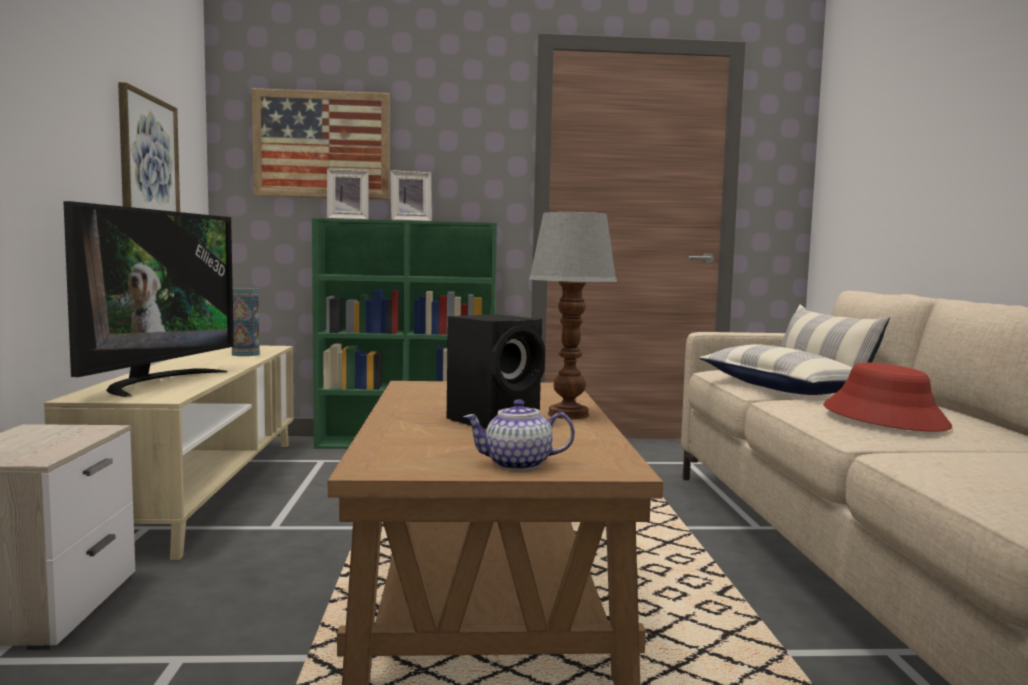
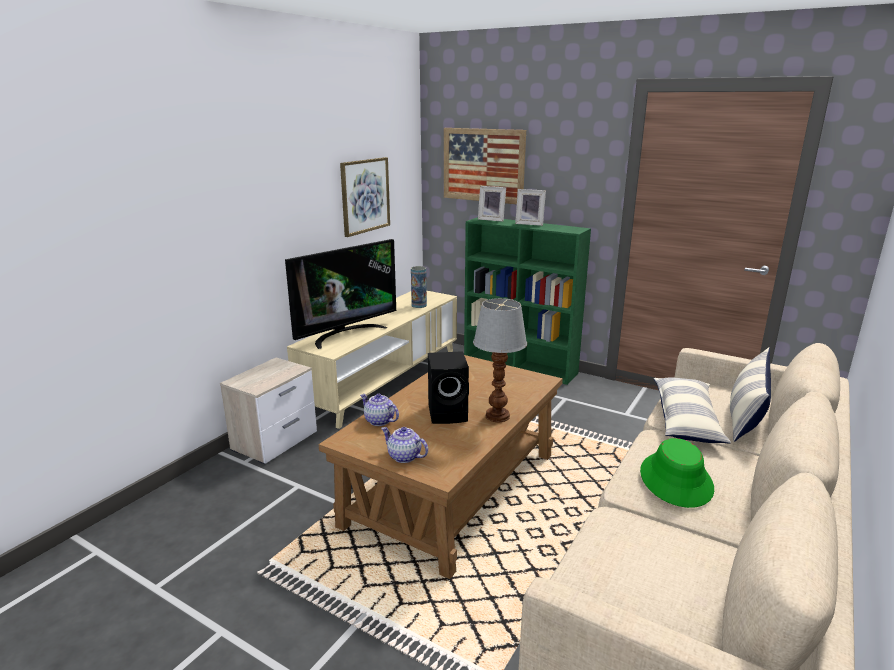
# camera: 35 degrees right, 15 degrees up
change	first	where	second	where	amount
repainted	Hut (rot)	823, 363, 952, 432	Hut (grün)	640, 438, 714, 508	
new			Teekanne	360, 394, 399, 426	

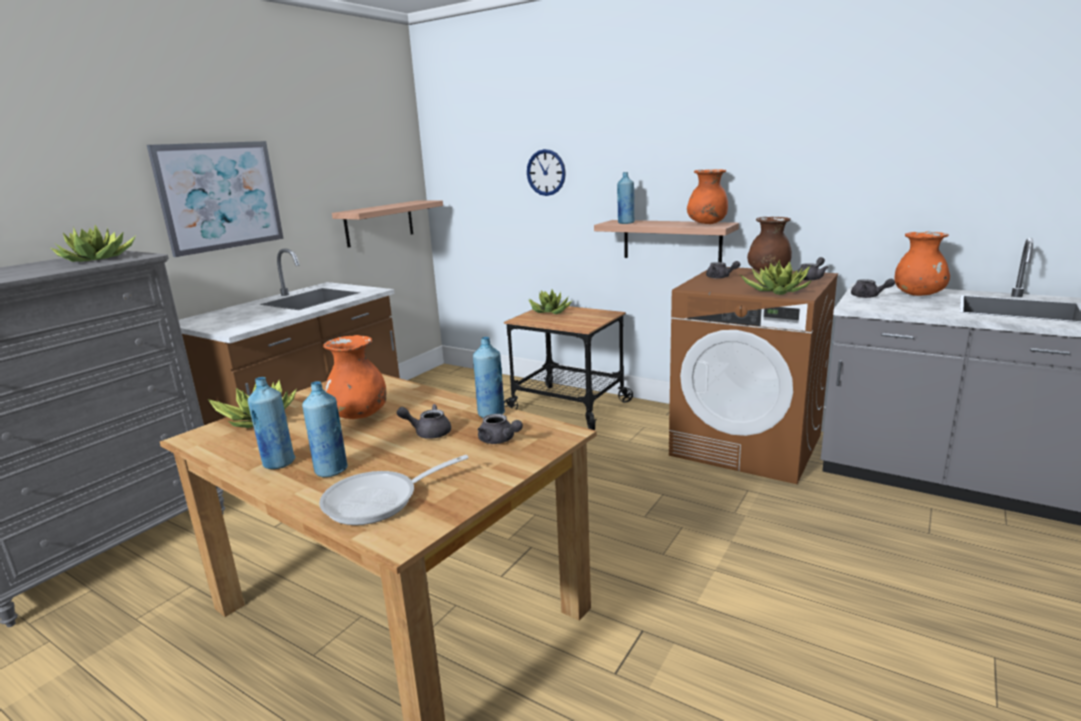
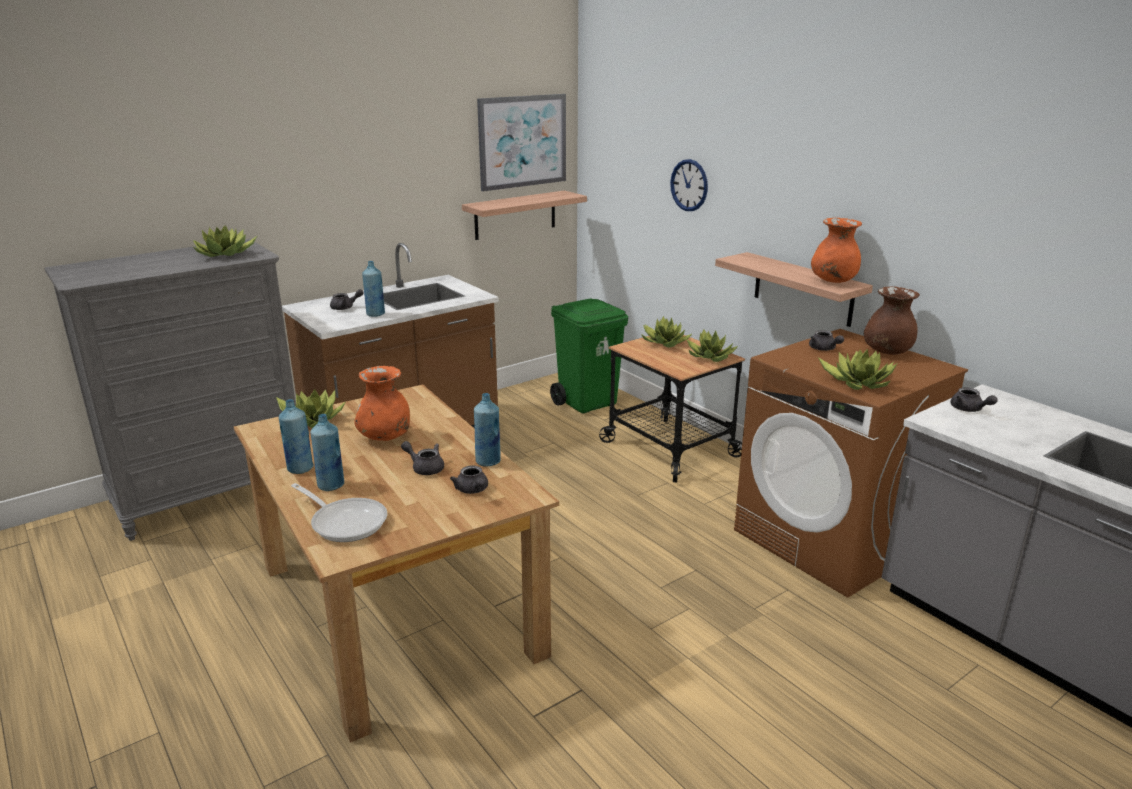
# camera: 20 degrees right, 5 degrees up
change	first	where	second	where	amount
shifted	Bild	147, 141, 284, 257		477, 94, 566, 191	
shifted	Flasche (blau)	617, 172, 635, 224		362, 261, 385, 317	
gone	Vase (orange)	894, 232, 950, 296			
shifted	Teekanne (grau)	798, 257, 828, 281		330, 289, 364, 310	
rotated	Pfanne	319, 455, 469, 525		291, 483, 387, 542	135 degrees counterclockwise
new			Mülleimer (grün)	550, 298, 628, 413	
new			Topfpflanze	687, 329, 738, 362	

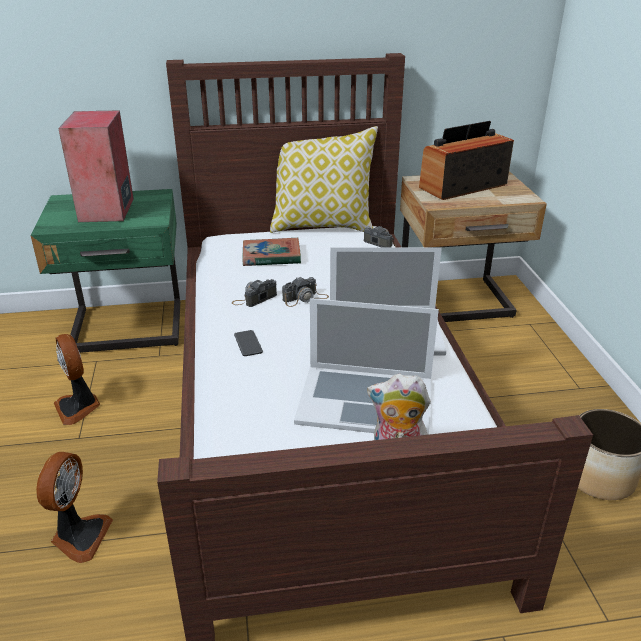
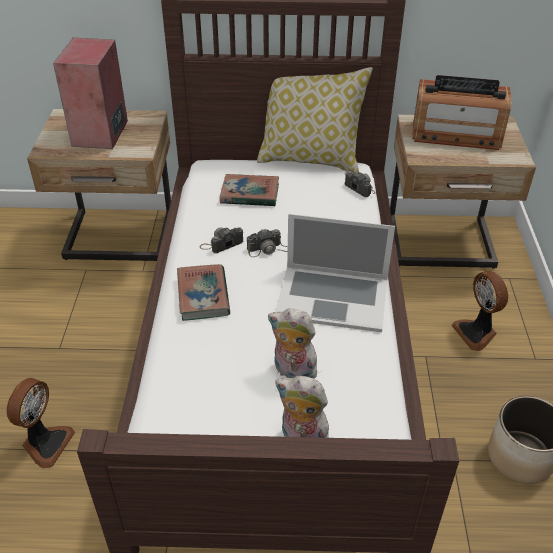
# camera: 10 degrees right, 10 degrees up
change	first	where	second	where	amount
rotated	Radio	419, 121, 514, 200		412, 75, 512, 150	150 degrees counterclockwise
repainted	Nachttisch (grün)	30, 189, 180, 353	Nachttisch (beige)	27, 109, 171, 261	
swapped	Laptop	294, 298, 439, 435	Plüschtier	268, 308, 317, 379	
swapped	Handy	234, 330, 263, 356	Buch	177, 264, 230, 321	
shifted	Ventilator	54, 334, 100, 425		451, 271, 508, 351	

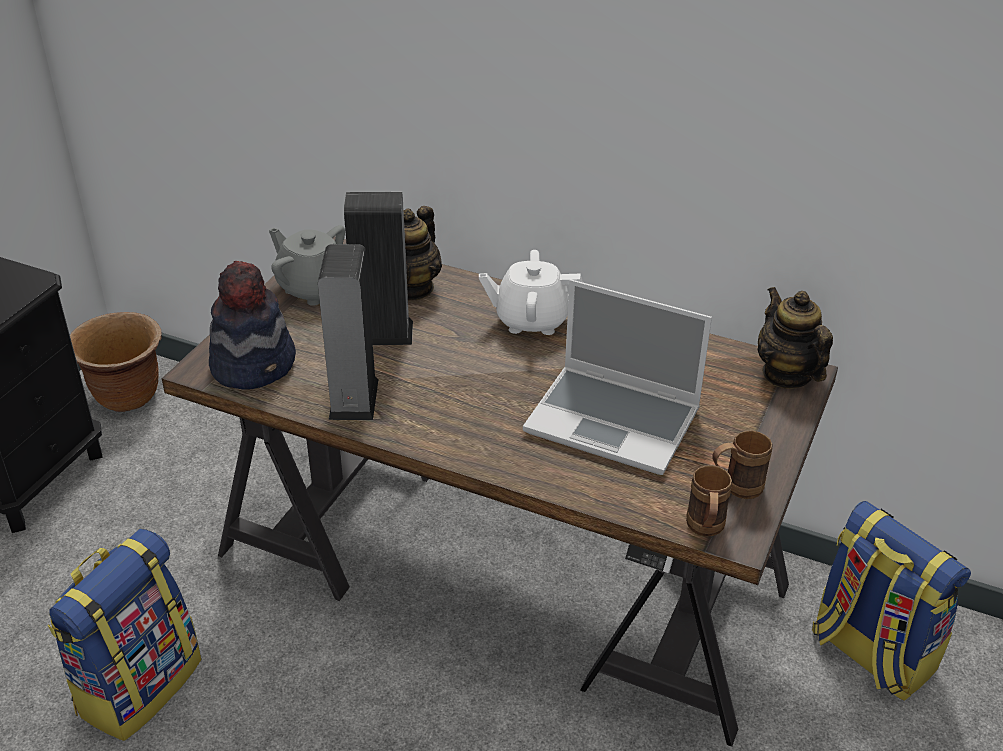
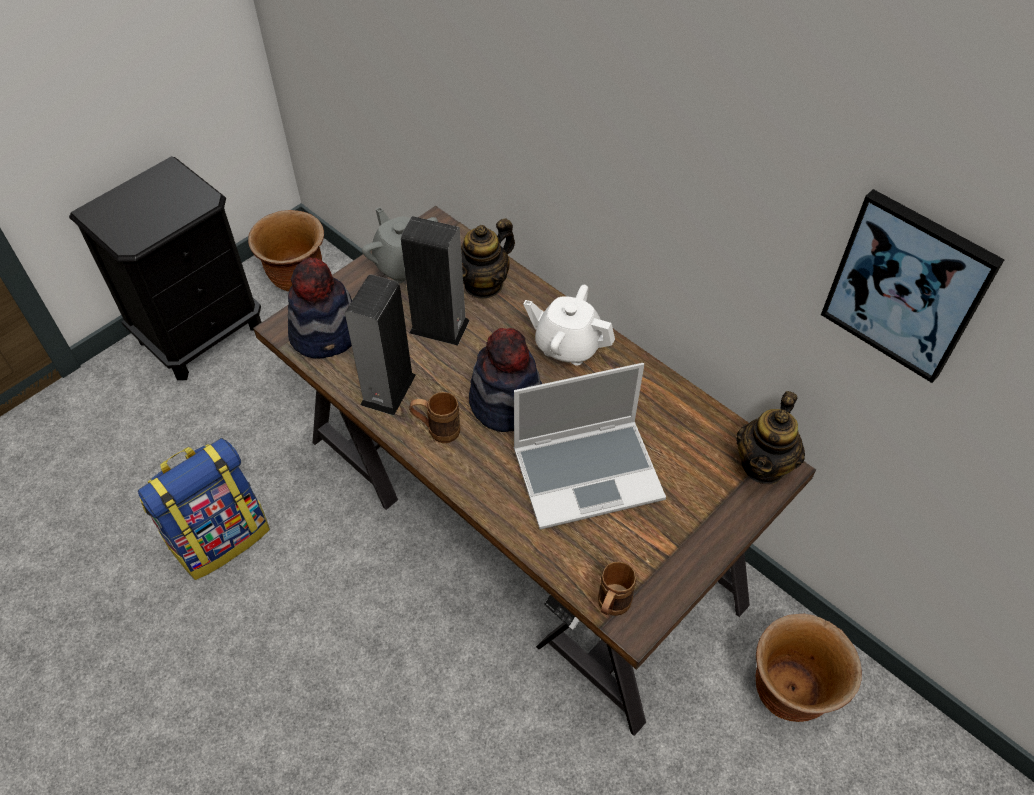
# camera: 20 degrees right, 15 degrees up
change	first	where	second	where	amount
rotated	Laptop	523, 279, 712, 475		514, 363, 666, 530	60 degrees counterclockwise
rotated	Teekanne	758, 287, 833, 389		736, 391, 805, 485	150 degrees counterclockwise
shifted	Henkelbecher (braun)	712, 430, 773, 499		409, 392, 460, 443	
swapped	Rucksack	812, 501, 971, 701	Pflanzkübel (braun)	756, 614, 862, 722	
new			Bild	821, 189, 1005, 383	
new			Hut	469, 328, 542, 432	

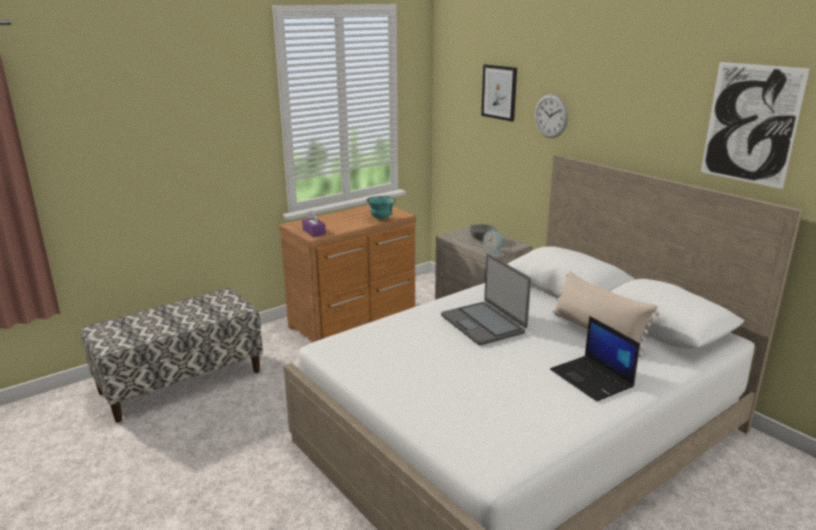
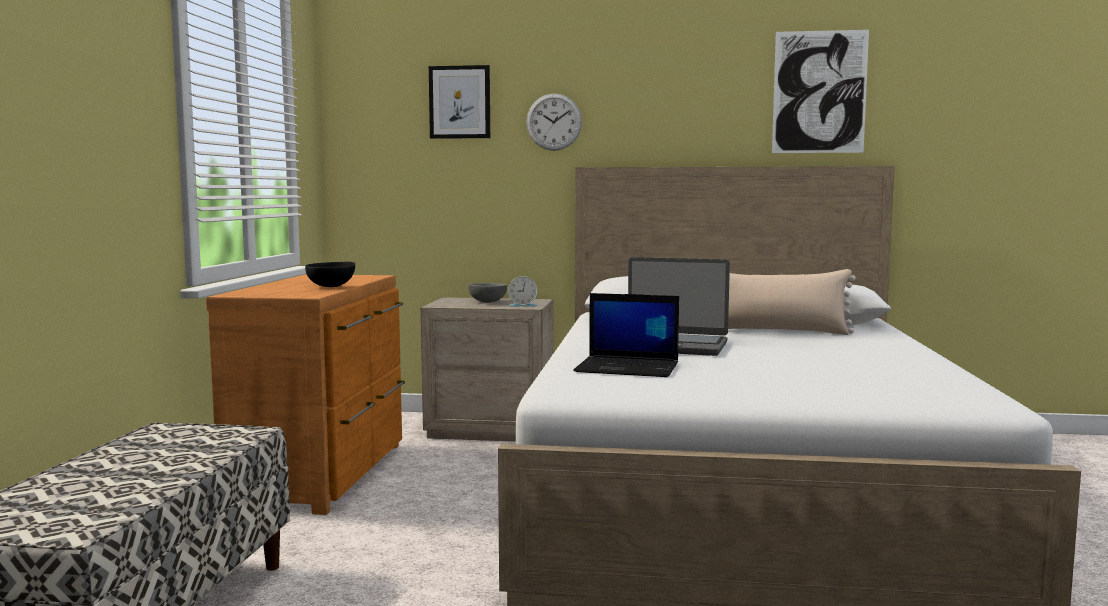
# camera: 45 degrees left, 15 degrees down
change	first	where	second	where	amount
gone	Schüssel (türkis)	367, 196, 396, 220			
gone	Taschentuchbox (lila)	302, 211, 326, 237			
shifted	Laptop	550, 316, 640, 401		574, 293, 679, 377	
new			Schüssel (schwarz)	305, 262, 355, 287	

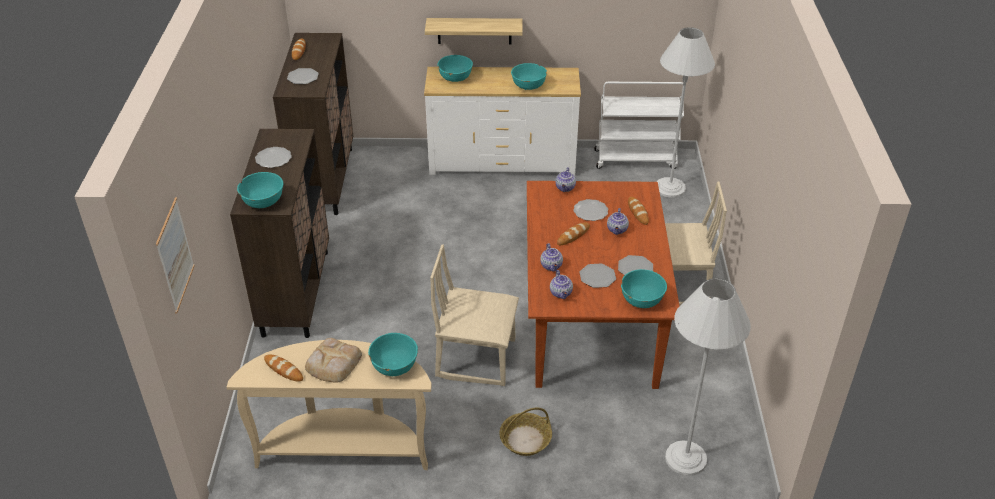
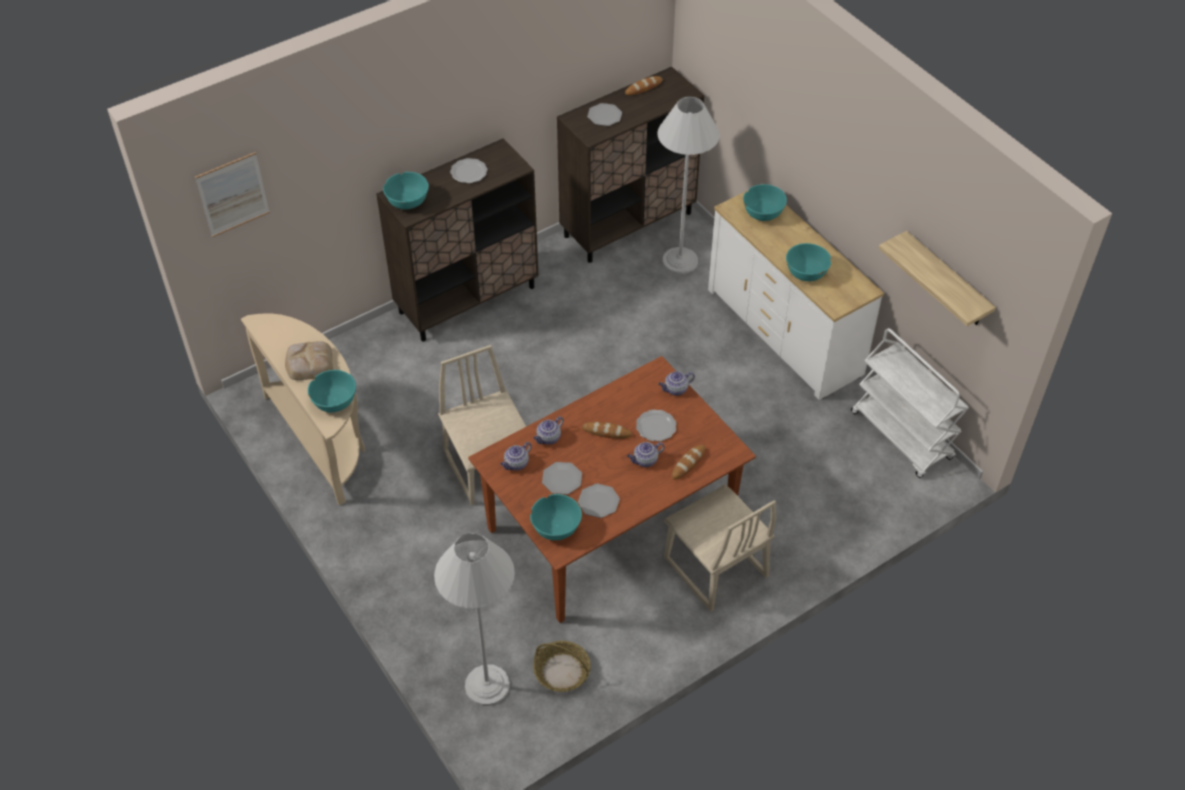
# camera: 55 degrees right, 10 degrees up
change	first	where	second	where	amount
shifted	Wandregal	425, 18, 523, 45		879, 231, 996, 327	
shifted	Stehlampe (weiß)	656, 27, 715, 198		657, 96, 720, 274	
gone	Brot	264, 354, 303, 382			
shifted	Korb	499, 408, 552, 456		533, 641, 591, 692	

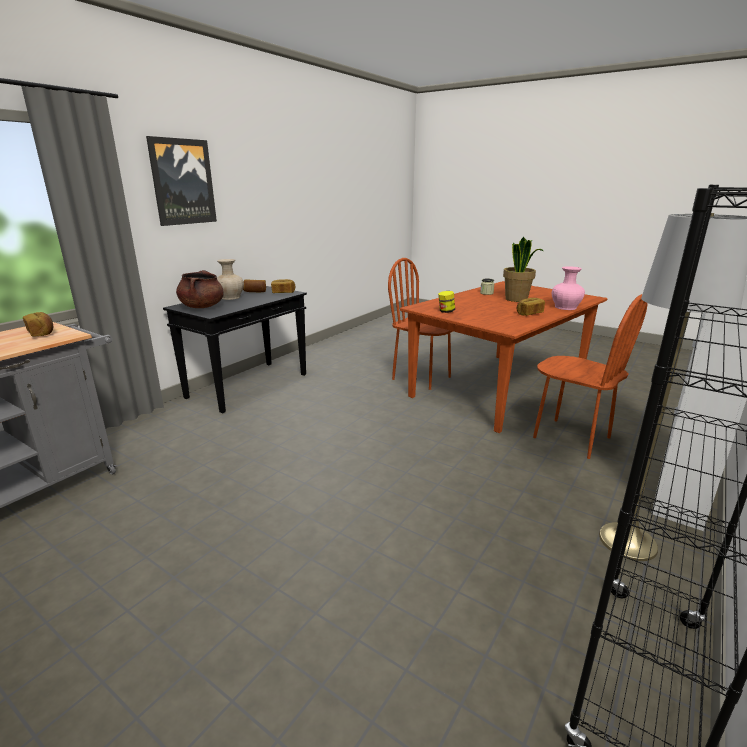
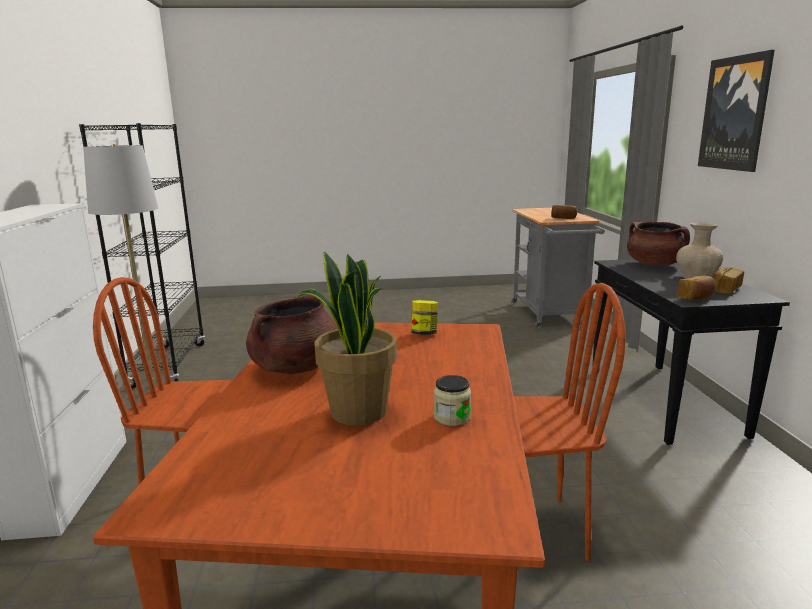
# camera: 140 degrees right, 5 degrees down
change	first	where	second	where	amount
gone	Vase (rosa)	552, 266, 585, 310			
swapped	Brot	517, 298, 545, 316	Kochtopf (braun)	246, 294, 338, 374	

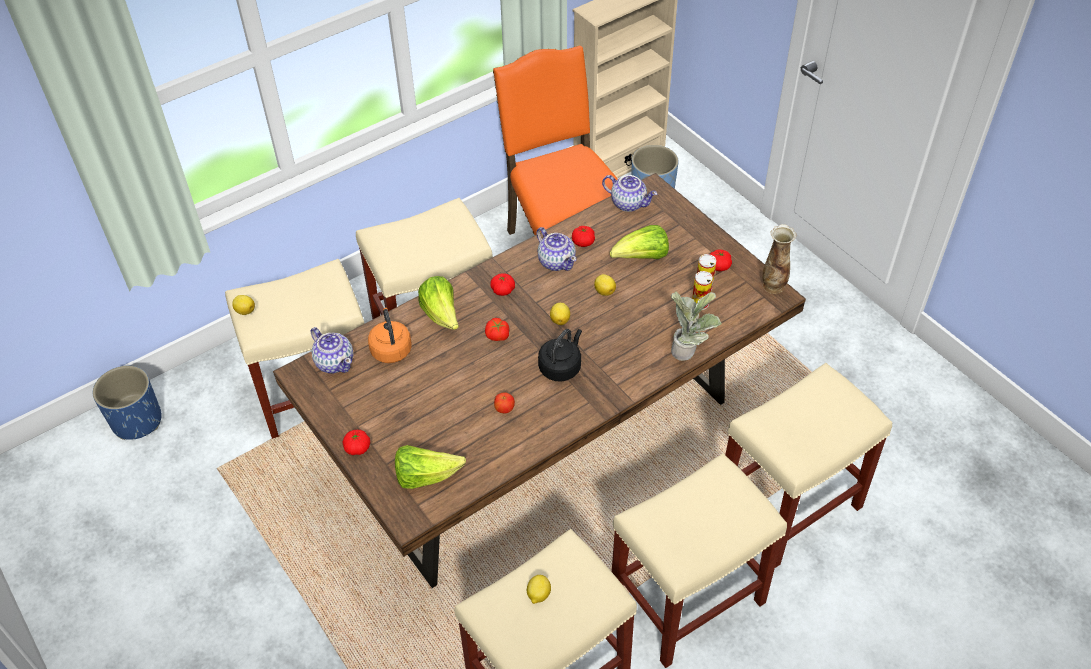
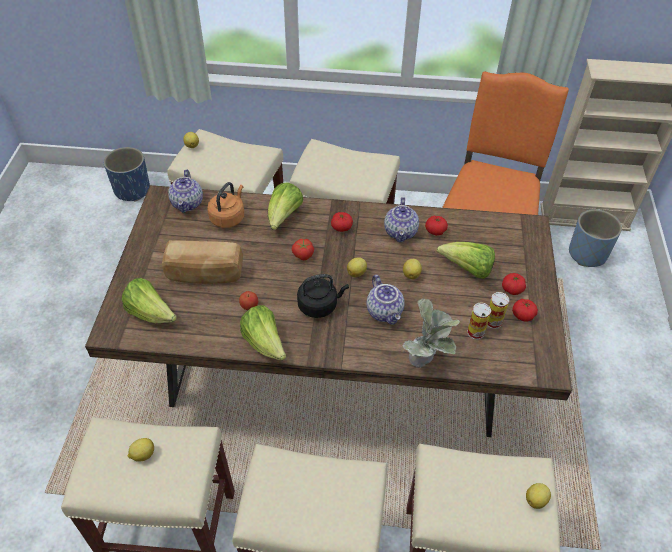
# camera: 40 degrees right, 0 degrees up
change	first	where	second	where	amount
shifted	Teekanne	602, 175, 657, 212		366, 275, 404, 325	
gone	Vase	762, 224, 797, 294			
shifted	Tomate	343, 430, 370, 455		502, 273, 526, 295	
new			Brot	162, 240, 243, 284	
new			Salatkopf	240, 305, 286, 360	
new			Zitrone	526, 483, 551, 509	

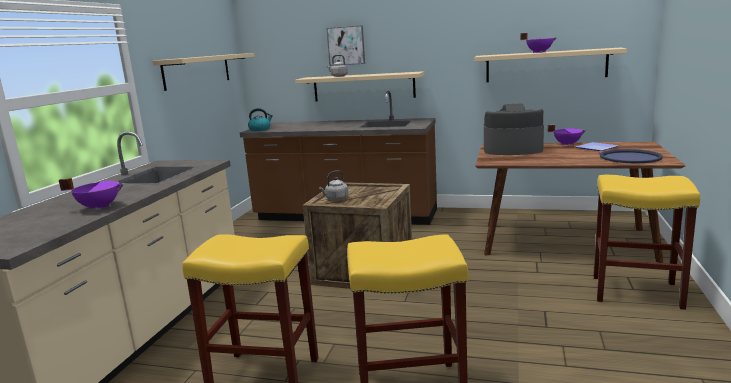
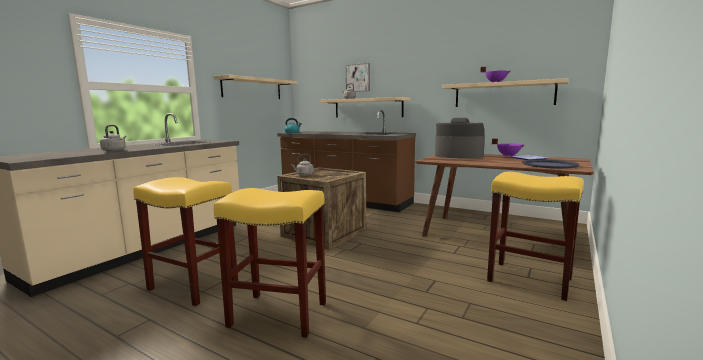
# camera: 15 degrees right, 5 degrees down
change	first	where	second	where	amount
swapped	Kochtopf (lila)	59, 178, 124, 210	Wasserkessel (grau)	100, 125, 126, 152	

